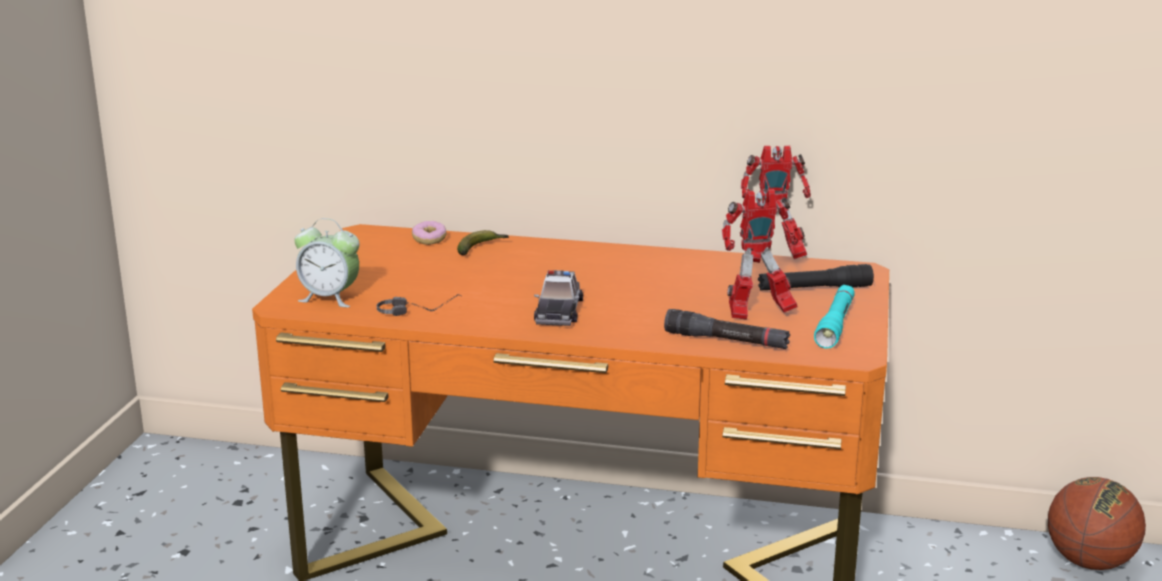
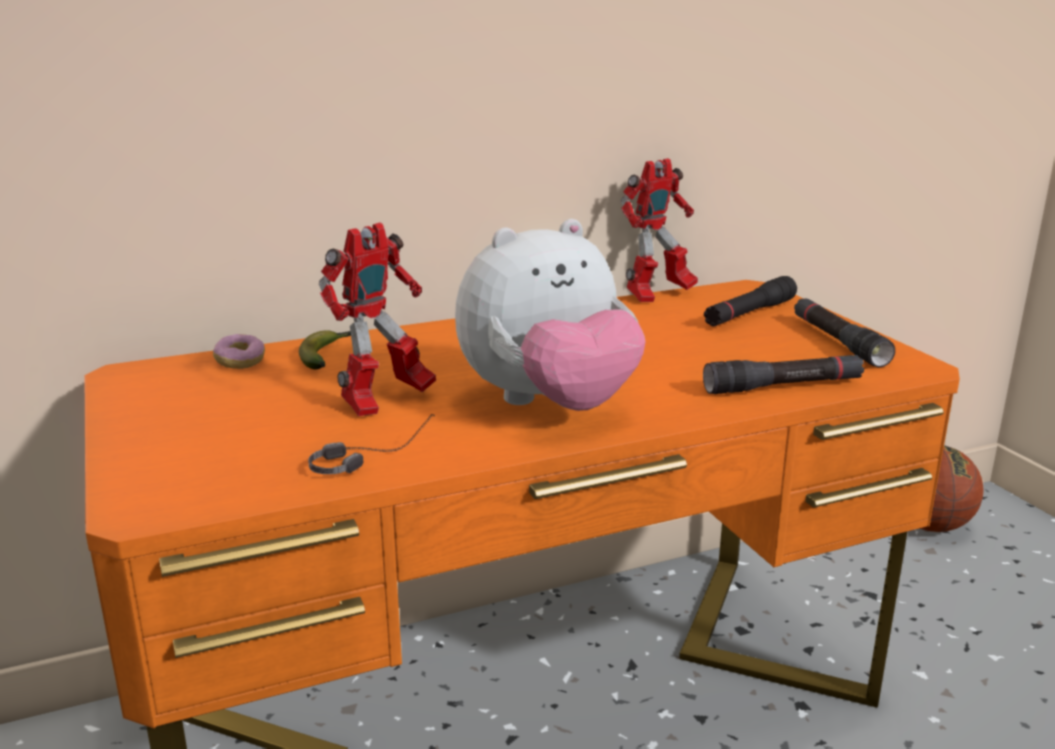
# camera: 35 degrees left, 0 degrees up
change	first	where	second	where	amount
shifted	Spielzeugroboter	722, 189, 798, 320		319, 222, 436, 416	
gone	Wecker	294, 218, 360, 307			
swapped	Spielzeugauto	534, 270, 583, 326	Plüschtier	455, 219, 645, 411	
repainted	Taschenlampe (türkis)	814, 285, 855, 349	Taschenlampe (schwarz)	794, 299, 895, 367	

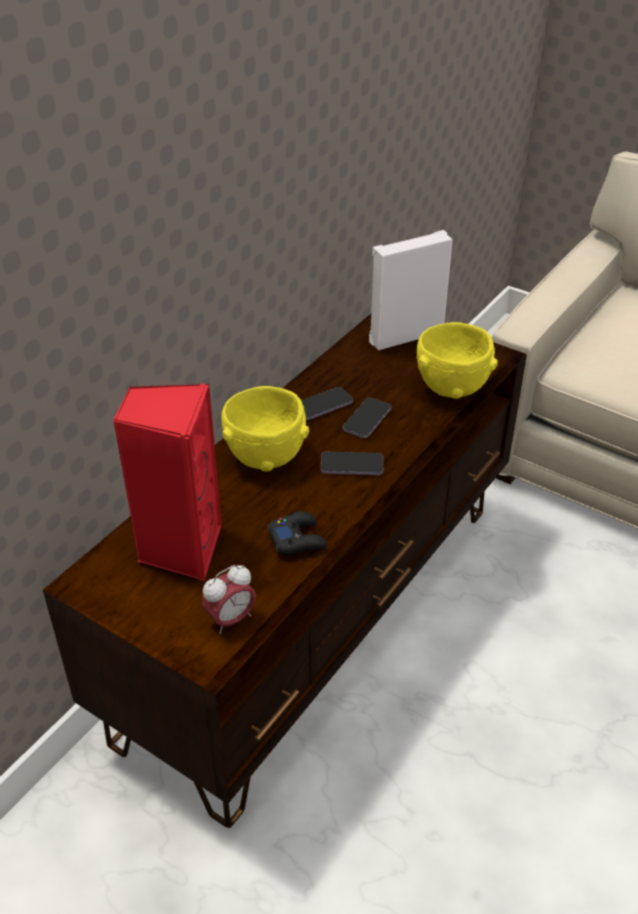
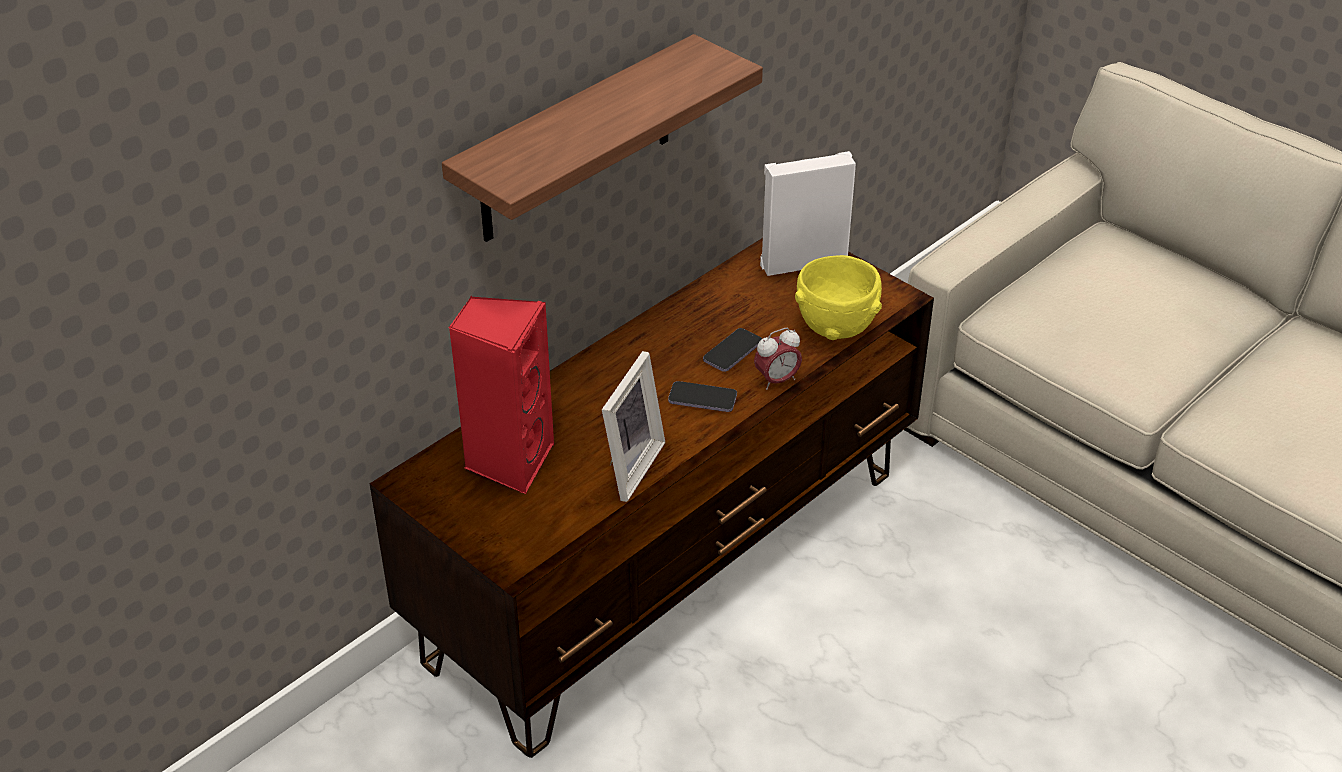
# camera: 10 degrees right, 0 degrees up
change	first	where	second	where	amount
gone	Schüssel (gelb)	221, 386, 309, 472			
gone	Handy	301, 387, 353, 420			
swapped	Gamepad (schwarz)	267, 511, 328, 556	Bilderrahmen	602, 351, 665, 502	
shifted	Wecker	202, 565, 256, 634		754, 328, 802, 390	
new			Wandregal	442, 34, 763, 242	

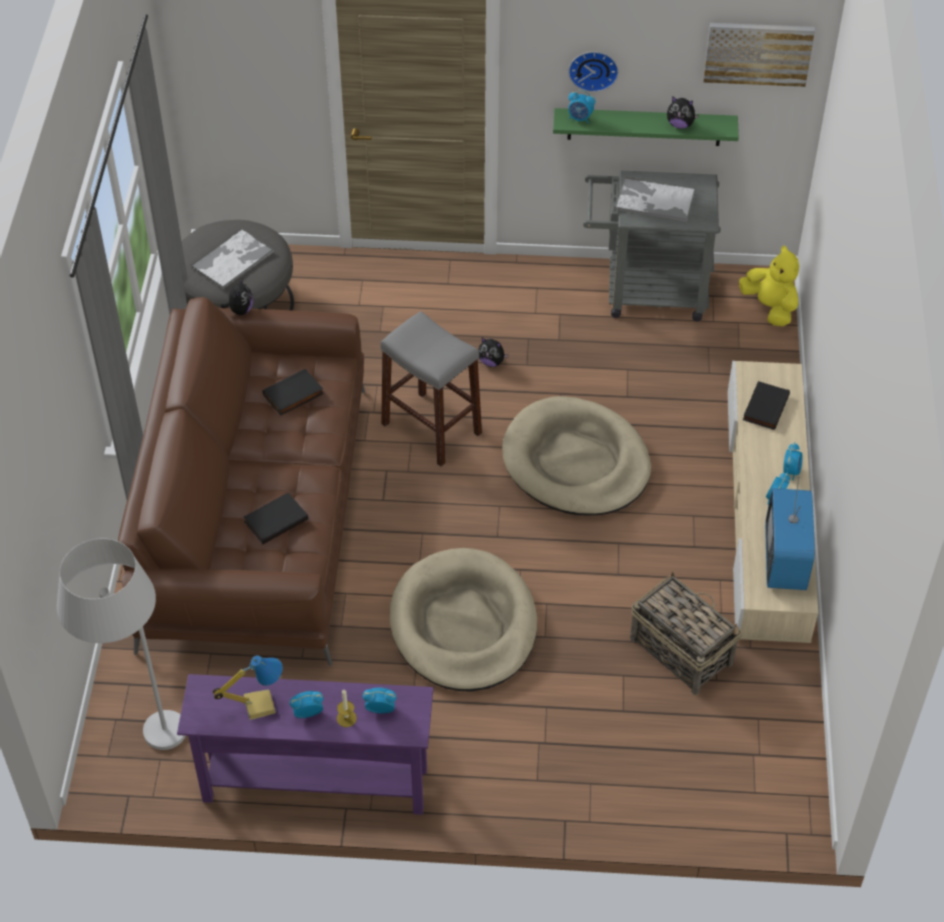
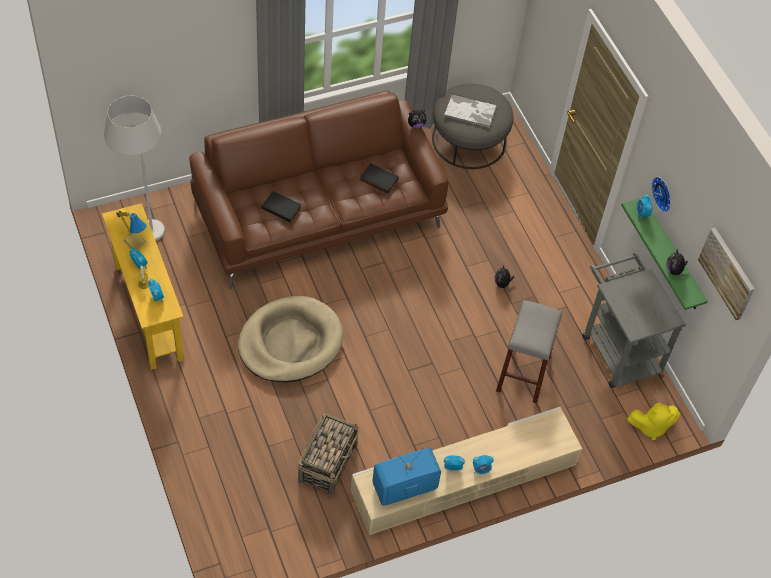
# camera: 60 degrees right, 5 degrees up
change	first	where	second	where	amount
gone	Tablett	615, 177, 696, 222			
rotated	Plüschtier (gelb)	739, 246, 799, 326		627, 403, 680, 440	60 degrees clockwise
shifted	Hocker (grau)	380, 311, 482, 466		496, 300, 562, 403	
gone	Buch (schwarz)	743, 381, 790, 430			
gone	Hundebett (beige)	502, 396, 651, 515			
repainted	Konsolentisch (lila)	177, 674, 433, 815	Konsolentisch (gelb)	102, 203, 184, 370	

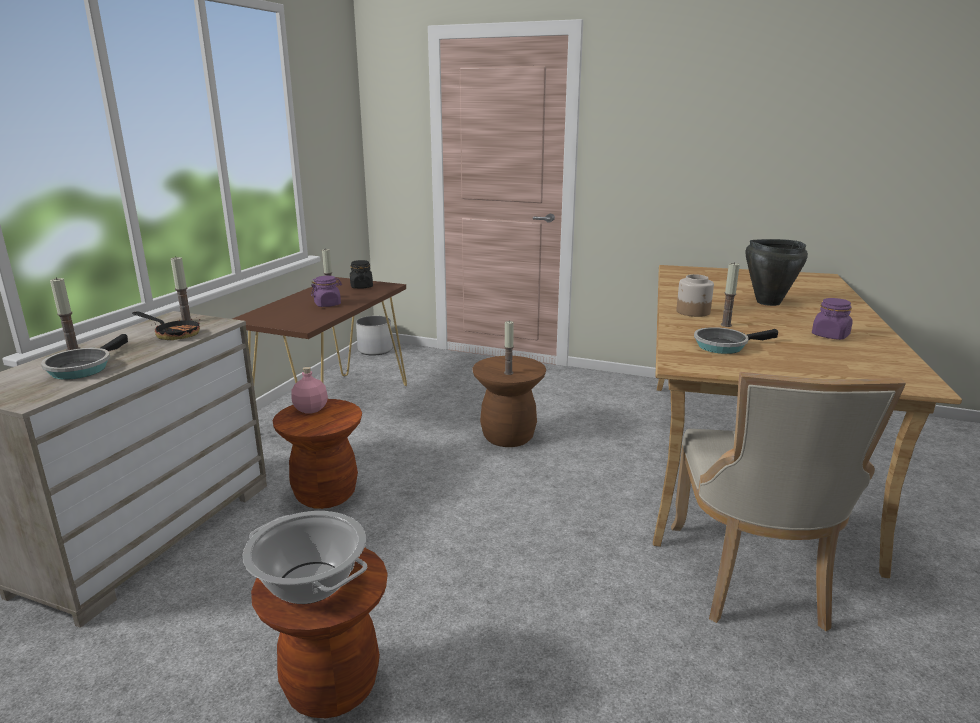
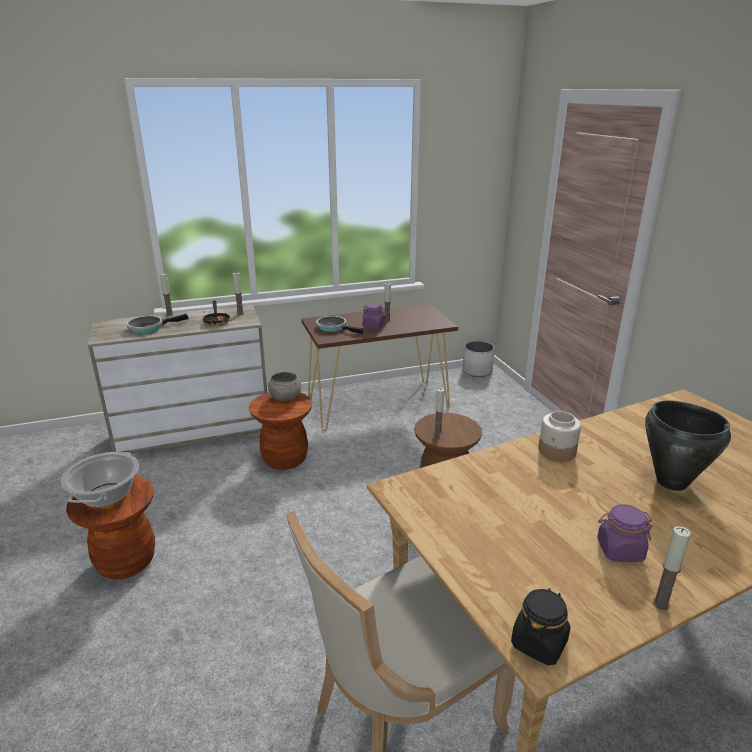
# camera: 50 degrees right, 5 degrees up
change	first	where	second	where	amount
shifted	Vorratsglas (schwarz)	350, 260, 373, 289		511, 588, 570, 665	
shifted	Kerze	721, 262, 740, 327		652, 526, 691, 610	
shifted	Pfanne	694, 327, 778, 354		316, 316, 363, 334	
swapped	Flasche (rosa)	291, 367, 328, 414	Schüssel (grau)	268, 372, 301, 401	

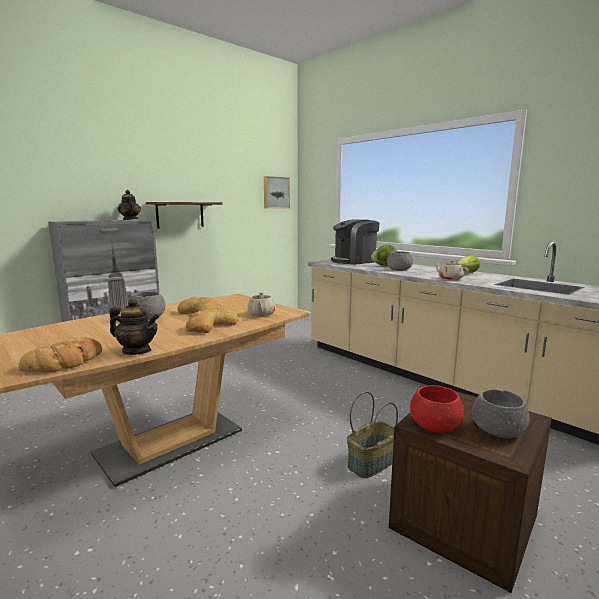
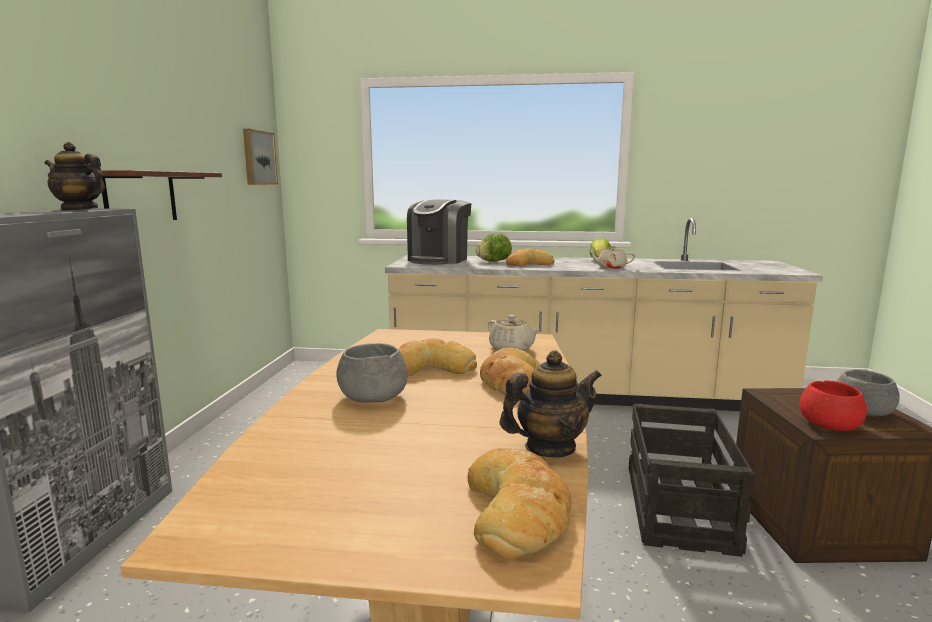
# camera: 40 degrees left, 0 degrees up
change	first	where	second	where	amount
swapped	Schüssel (grau)	387, 251, 413, 271	Brot	506, 248, 555, 267	
swapped	Korb	347, 391, 398, 478	Kiste	629, 403, 755, 557	

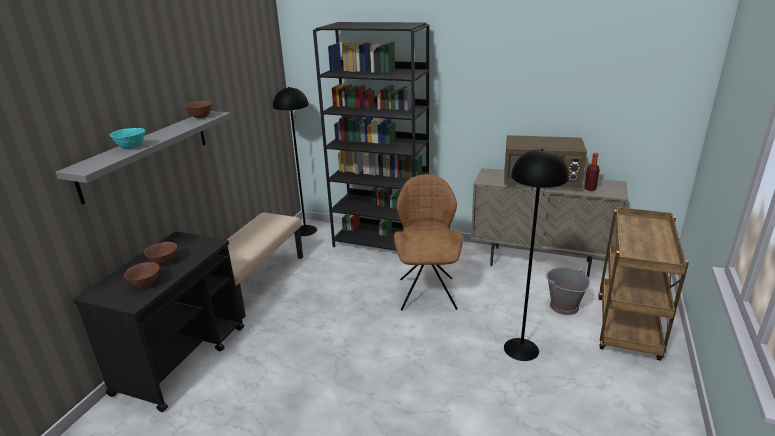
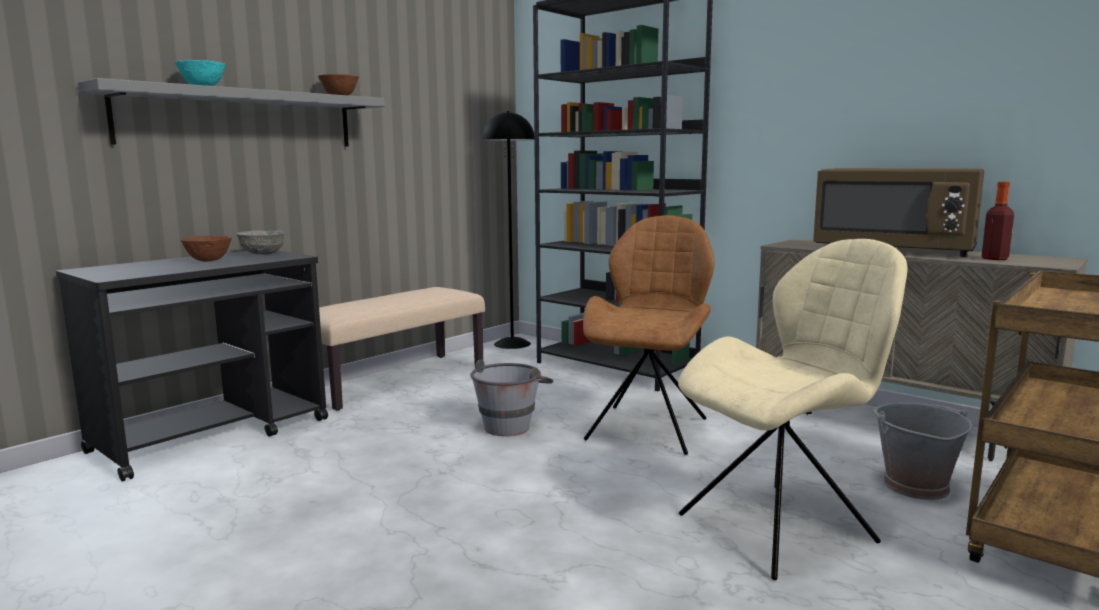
# camera: 20 degrees right, 15 degrees down
change	first	where	second	where	amount
swapped	Stehlampe (schwarz)	504, 149, 569, 361	Stuhl (beige)	678, 239, 908, 580	
gone	Schüssel (braun)	124, 262, 160, 288			
new			Schüssel (grau)	236, 230, 285, 254	
new			Eimer (grau)	470, 360, 553, 436	

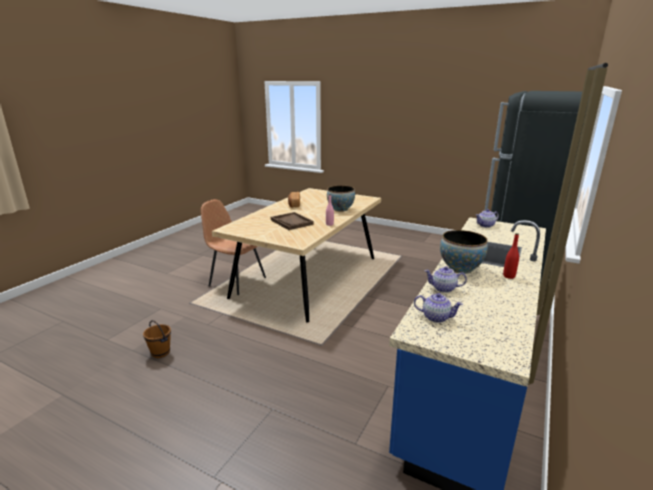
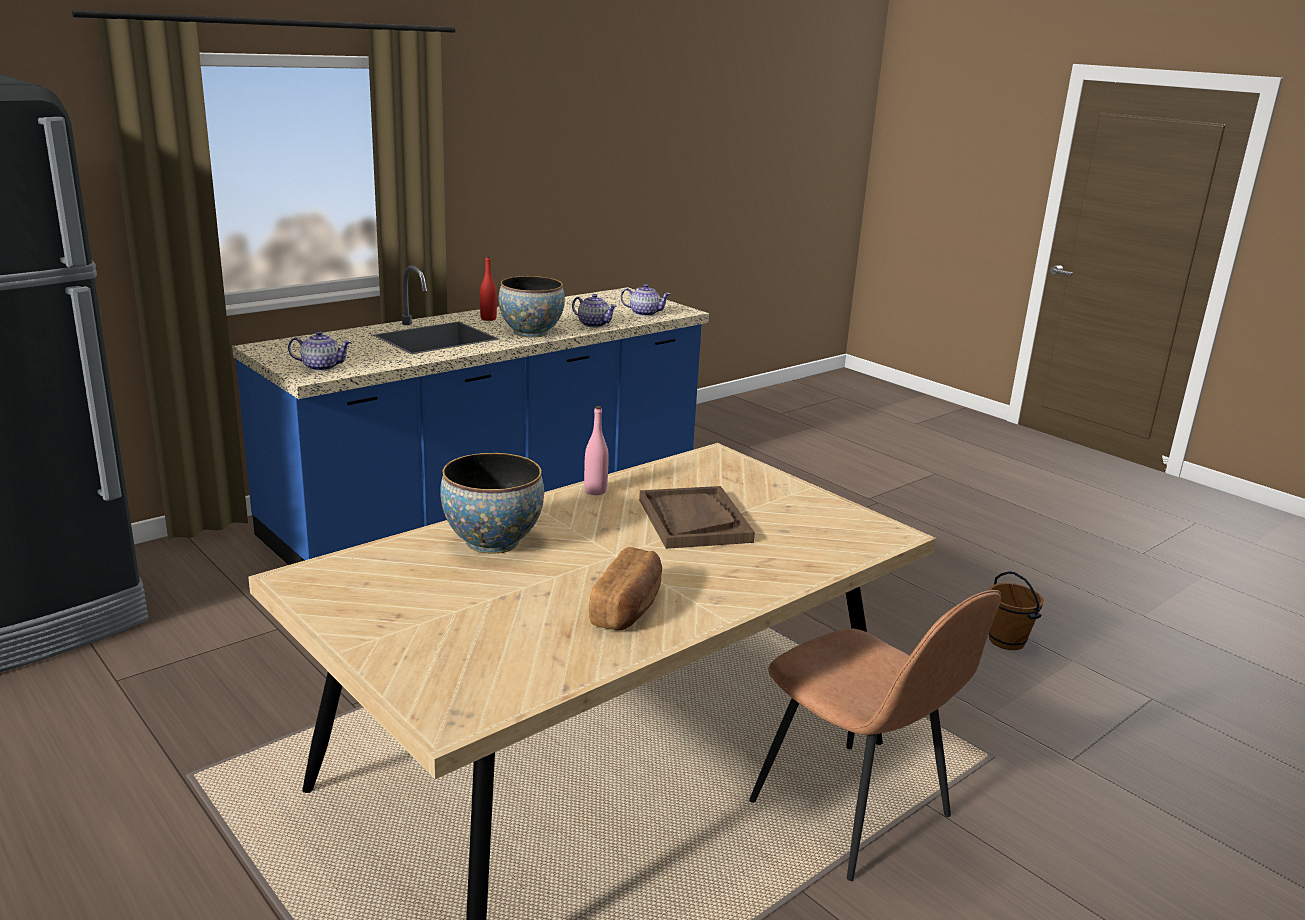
# camera: 160 degrees left, 0 degrees up
change	first	where	second	where	amount
rotated	Teekanne	414, 293, 463, 323		621, 284, 671, 316	150 degrees clockwise

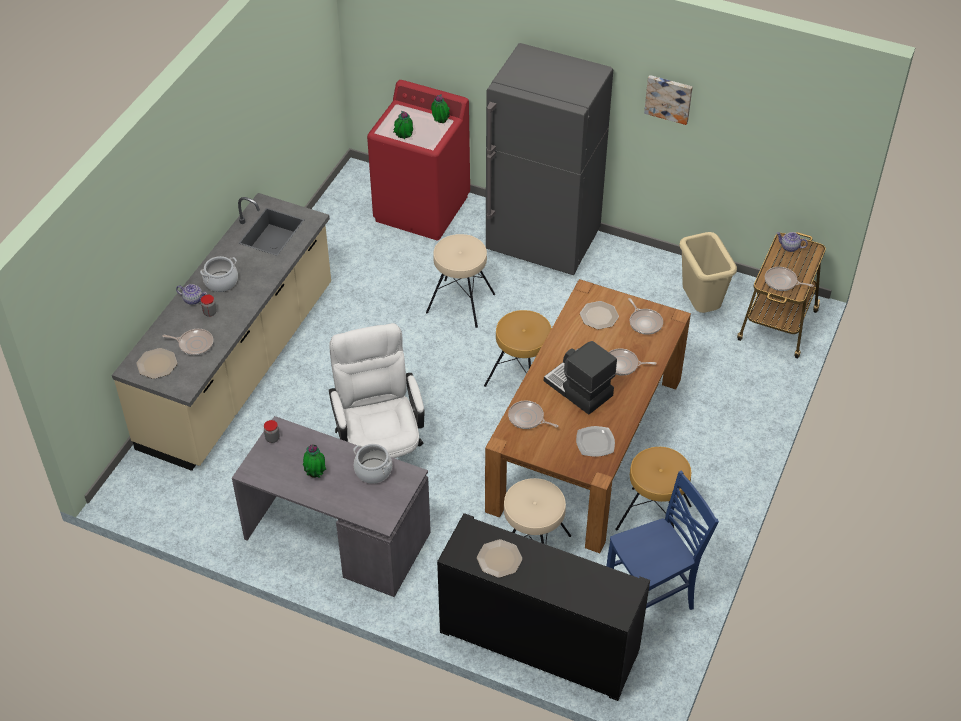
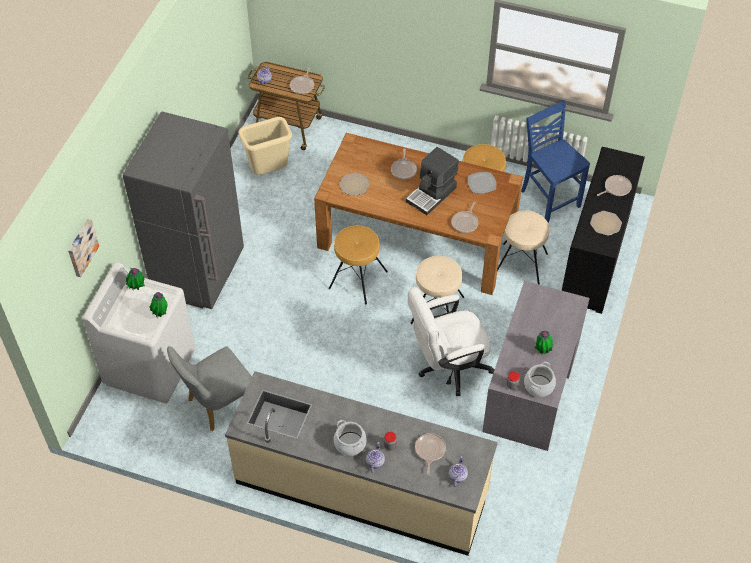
# camera: 95 degrees left, 5 degrees up
change	first	where	second	where	amount
shifted	Bild	644, 75, 693, 125		68, 219, 99, 277	
repainted	Waschmaschine (rot)	367, 80, 470, 240	Waschmaschine (weiß)	83, 262, 195, 403	
shifted	Hocker (beige)	426, 234, 495, 328		410, 256, 464, 324	
shifted	Pfanne	628, 298, 663, 335		597, 175, 632, 196	
swapped	Teller	136, 348, 177, 379	Teekanne	449, 456, 468, 487	
shifted	Kochtopf	353, 444, 392, 484		524, 362, 556, 397	
new			Stuhl (grau)	167, 346, 252, 431	

